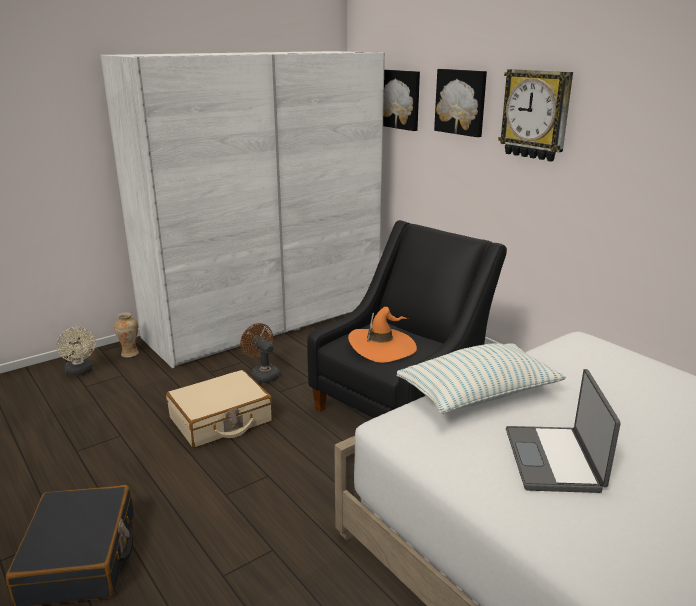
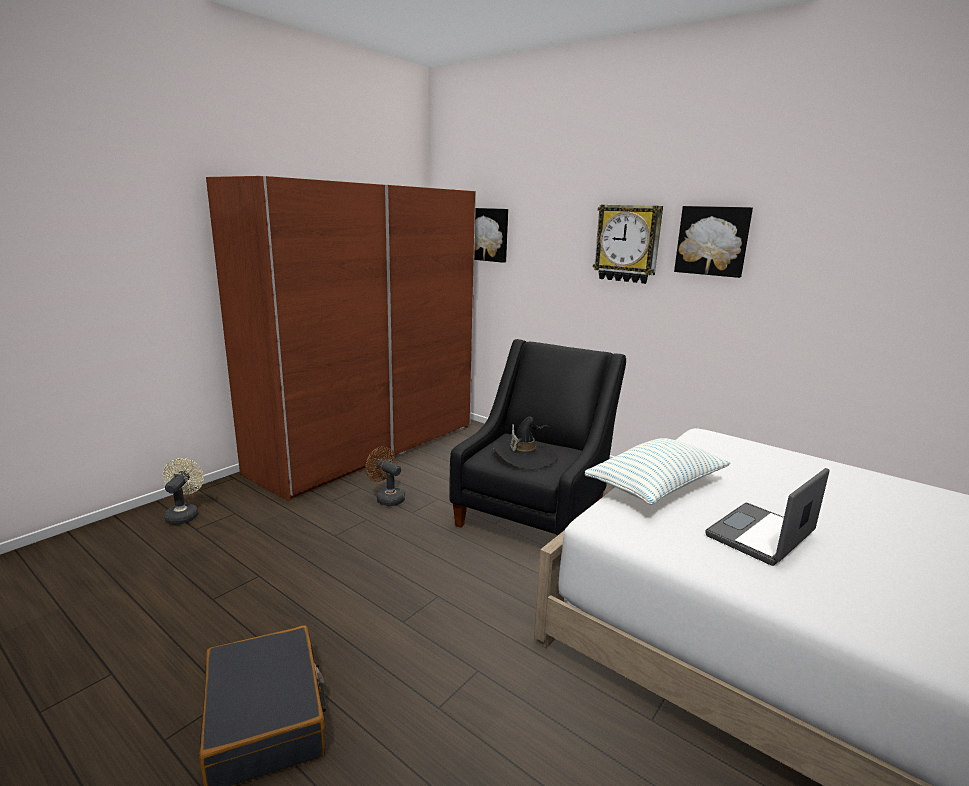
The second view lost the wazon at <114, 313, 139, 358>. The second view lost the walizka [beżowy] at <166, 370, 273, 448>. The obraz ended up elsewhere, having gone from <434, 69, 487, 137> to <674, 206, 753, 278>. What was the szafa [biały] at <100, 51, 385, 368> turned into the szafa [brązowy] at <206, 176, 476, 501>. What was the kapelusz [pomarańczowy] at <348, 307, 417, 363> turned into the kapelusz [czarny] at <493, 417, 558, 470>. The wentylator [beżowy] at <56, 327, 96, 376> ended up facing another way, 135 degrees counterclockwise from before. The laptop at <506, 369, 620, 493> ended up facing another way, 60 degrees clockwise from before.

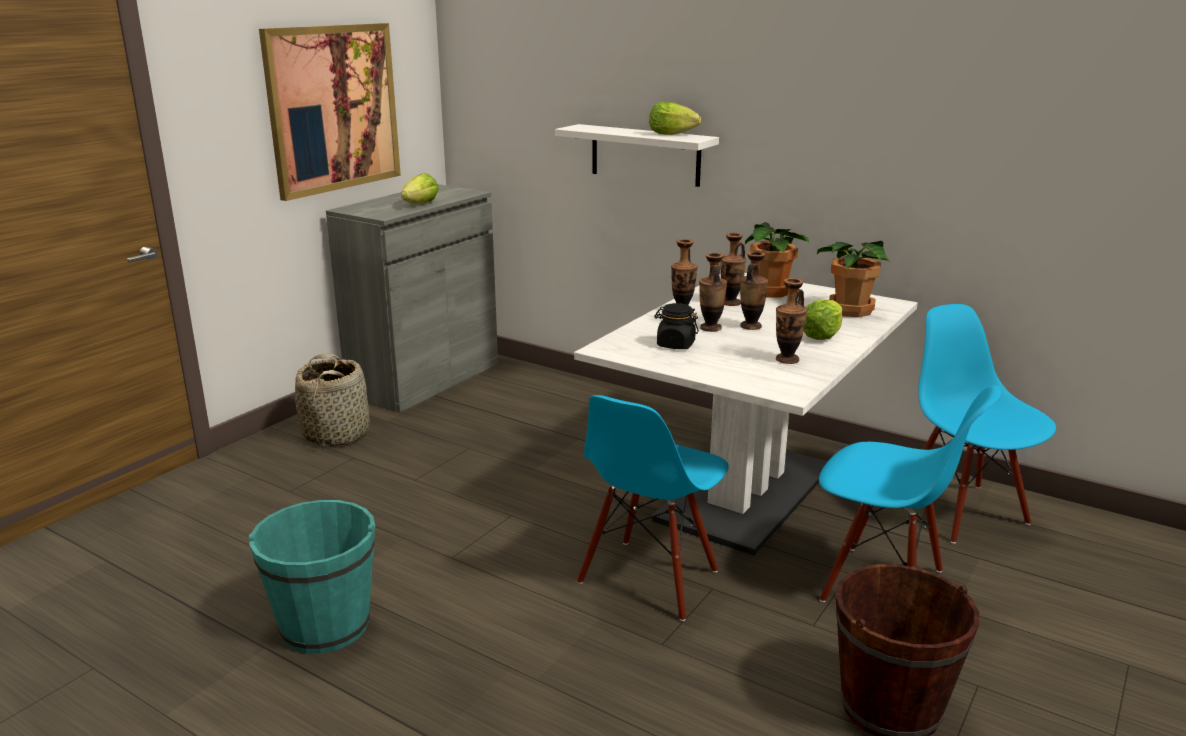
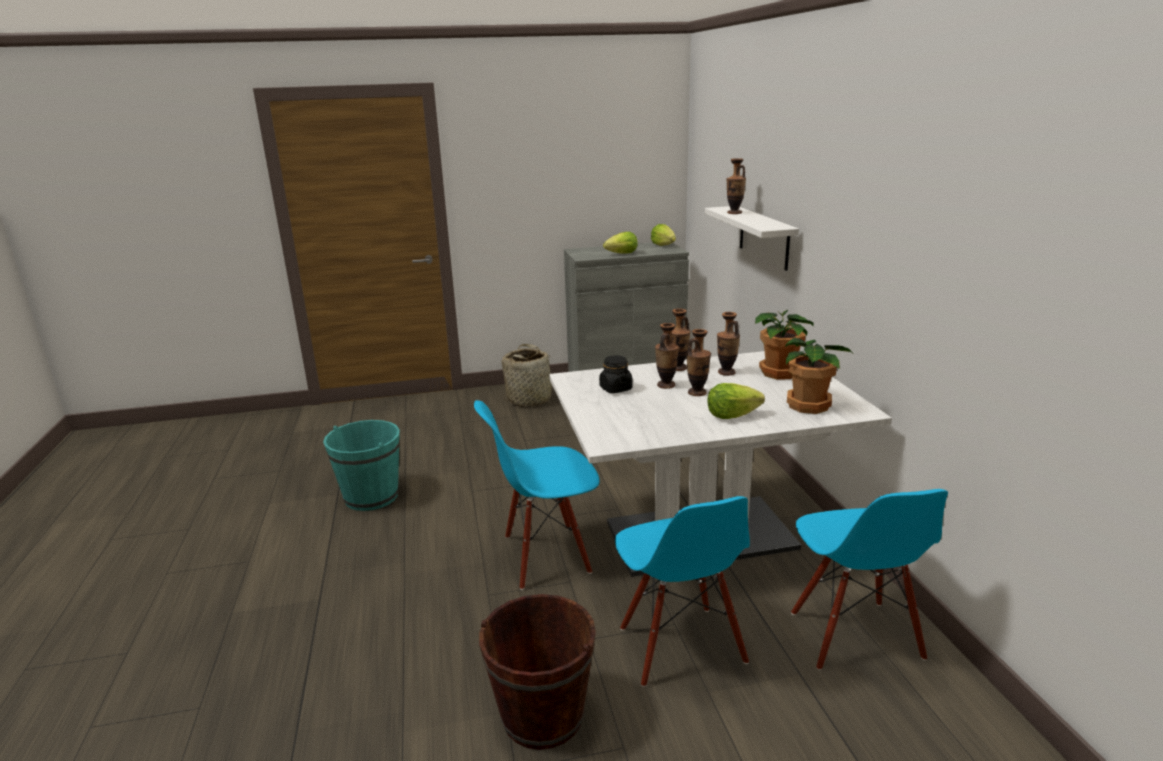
The second view lost the obraz at <259, 23, 401, 201>. The sałata ended up elsewhere, having gone from <649, 102, 701, 135> to <651, 224, 676, 246>. The wazon ended up elsewhere, having gone from <776, 278, 807, 364> to <726, 158, 746, 214>. The krzesło [niebieski] at <918, 304, 1056, 544> ended up facing another way, 150 degrees clockwise from before.

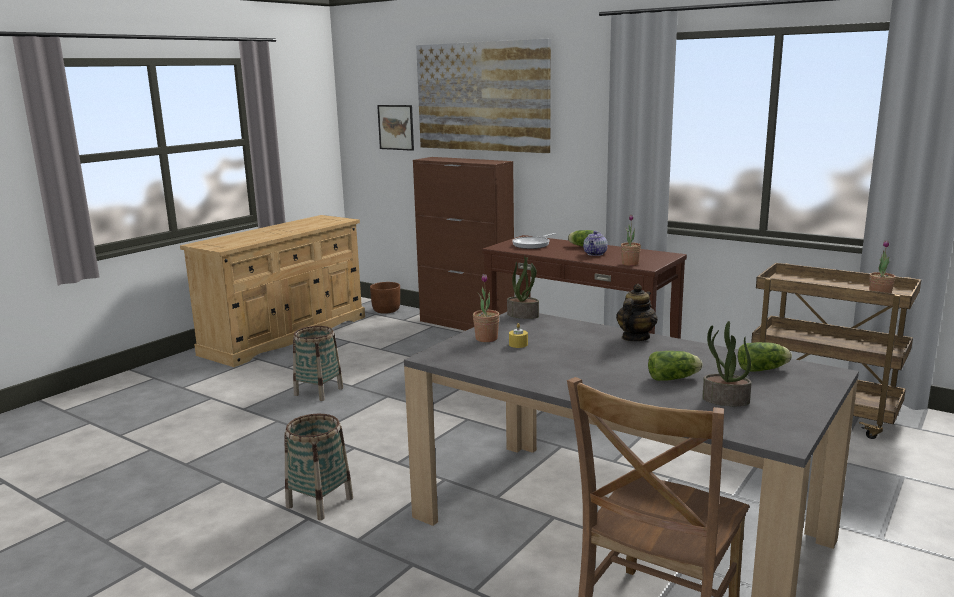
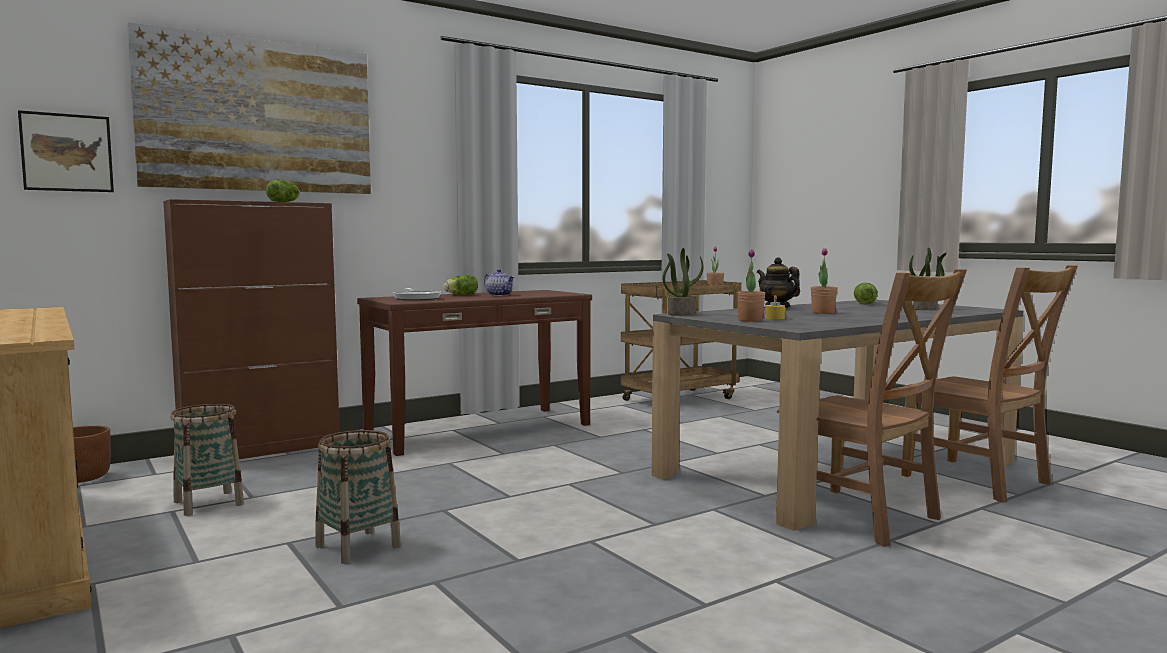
The second view gained the krzesło [brązowy] at <776, 269, 967, 547>. The koszyk ended up elsewhere, having gone from <285, 414, 353, 520> to <171, 404, 244, 516>. The roślina doniczkowa ended up elsewhere, having gone from <621, 215, 641, 266> to <811, 248, 837, 314>. The sałata ended up elsewhere, having gone from <648, 351, 703, 381> to <266, 180, 300, 202>.

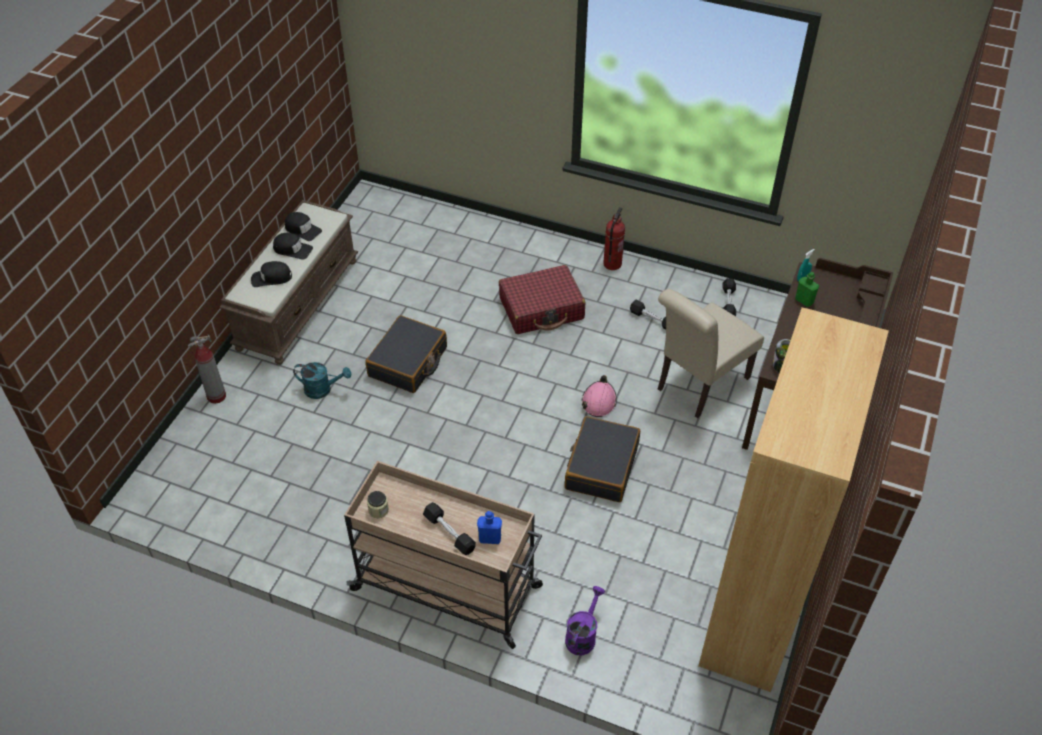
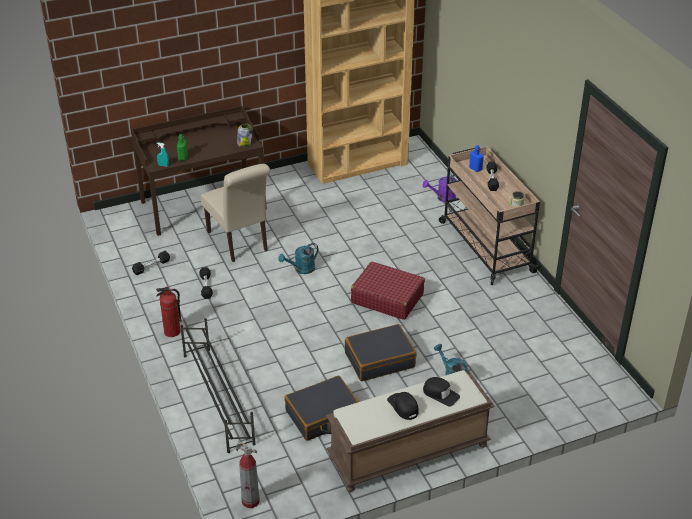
The second view lost the czapka z daszkiem [czarny] at <285, 212, 322, 241>. The second view gained the regał na buty [czarny] at <180, 318, 256, 453>. The gaśnica ended up elsewhere, having gone from <188, 335, 226, 404> to <236, 441, 260, 508>. The walizka [czerwony] ended up elsewhere, having gone from <499, 265, 585, 334> to <351, 262, 425, 320>. The walizka [czarny] ended up elsewhere, having gone from <565, 416, 640, 502> to <284, 376, 359, 441>. Where the kask [różowy] stood at <582, 375, 617, 417>, the konewka [turkusowy] came to stand at <278, 243, 319, 274>. The krzesło [beżowy] at <658, 289, 764, 418> ended up facing another way, 60 degrees clockwise from before.

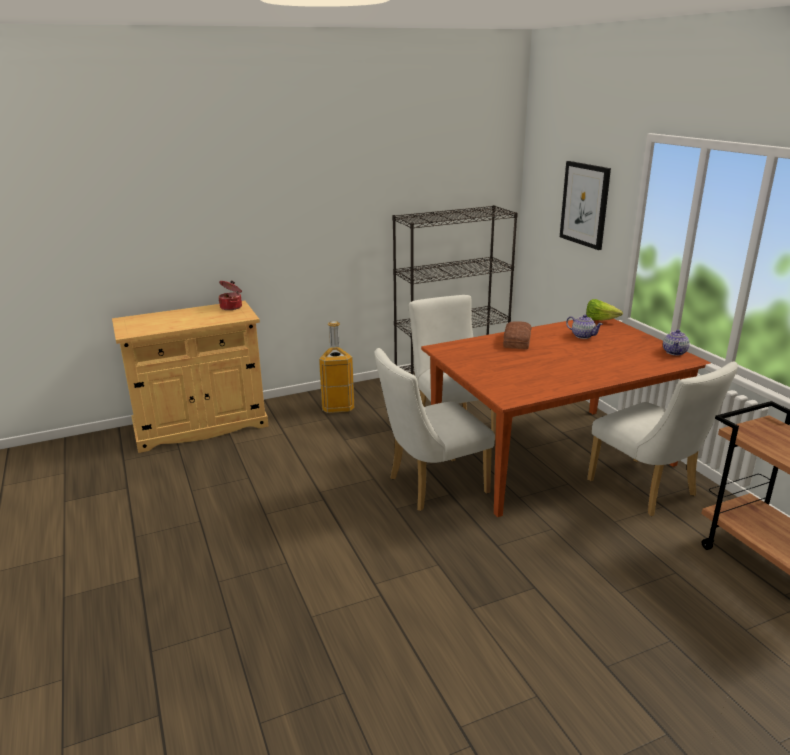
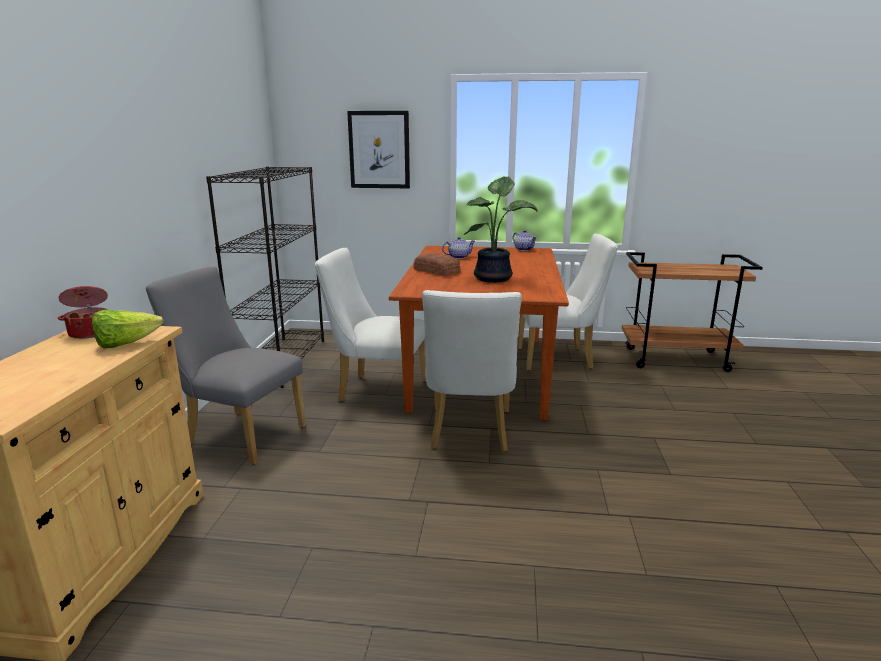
The second view gained the roślina doniczkowa at <464, 176, 537, 283>. The sałata ended up elsewhere, having gone from <586, 299, 623, 320> to <92, 310, 163, 349>. Where the kosz na śmieci stood at <319, 321, 354, 413>, the krzesło [szary] came to stand at <146, 266, 306, 465>.

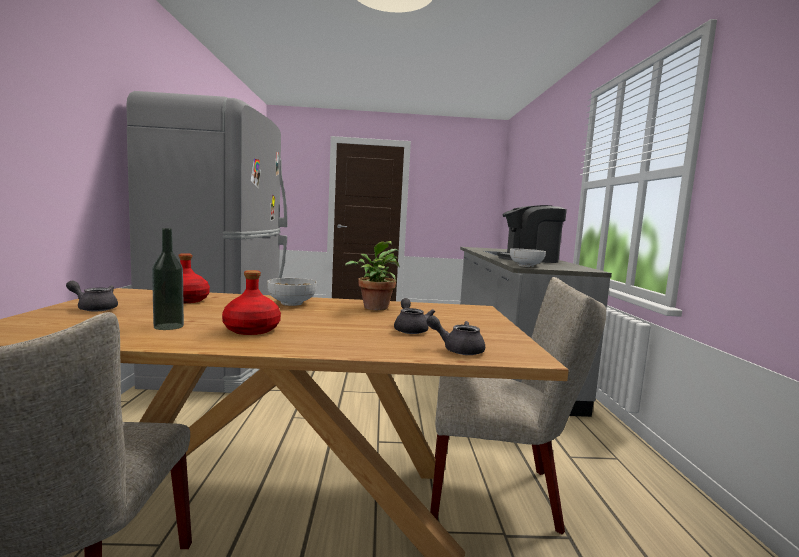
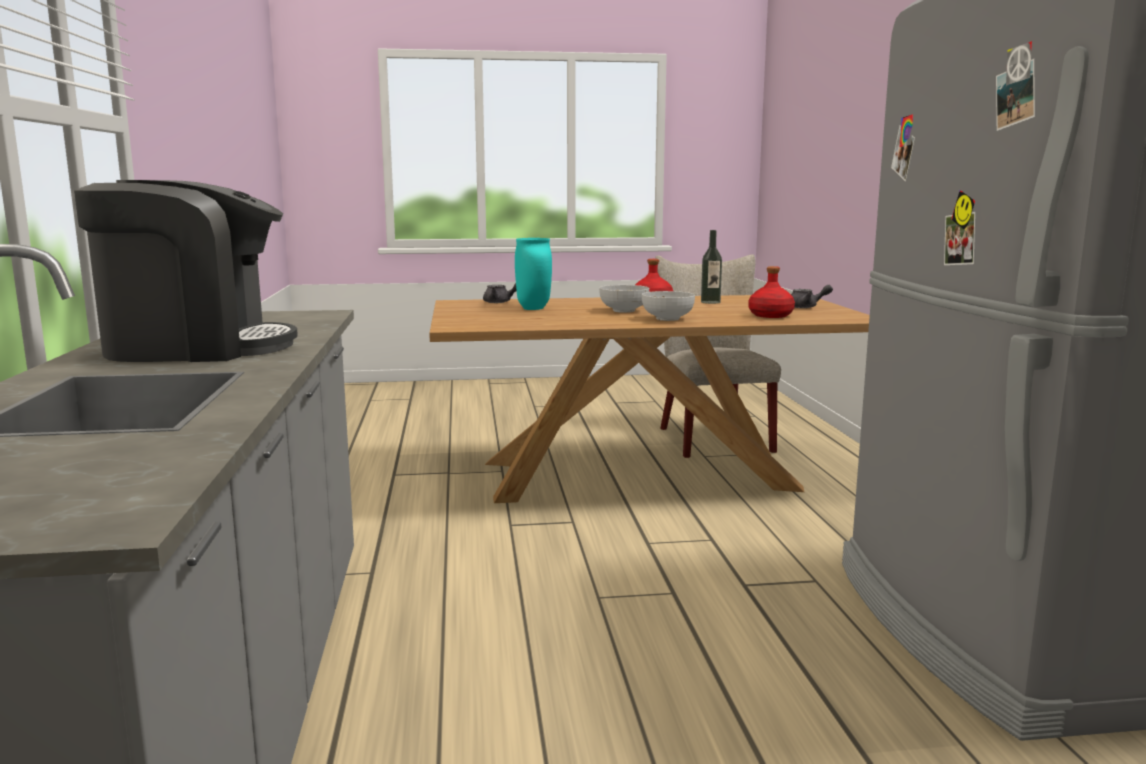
The second view lost the roślina doniczkowa at <345, 241, 399, 310>. The second view lost the krzesło [beżowy] at <430, 277, 606, 534>. The miska ended up elsewhere, having gone from <510, 249, 546, 267> to <599, 285, 649, 313>. Where the imbryk [szary] stood at <394, 298, 435, 334>, the wazon [turkusowy] came to stand at <515, 238, 552, 310>.

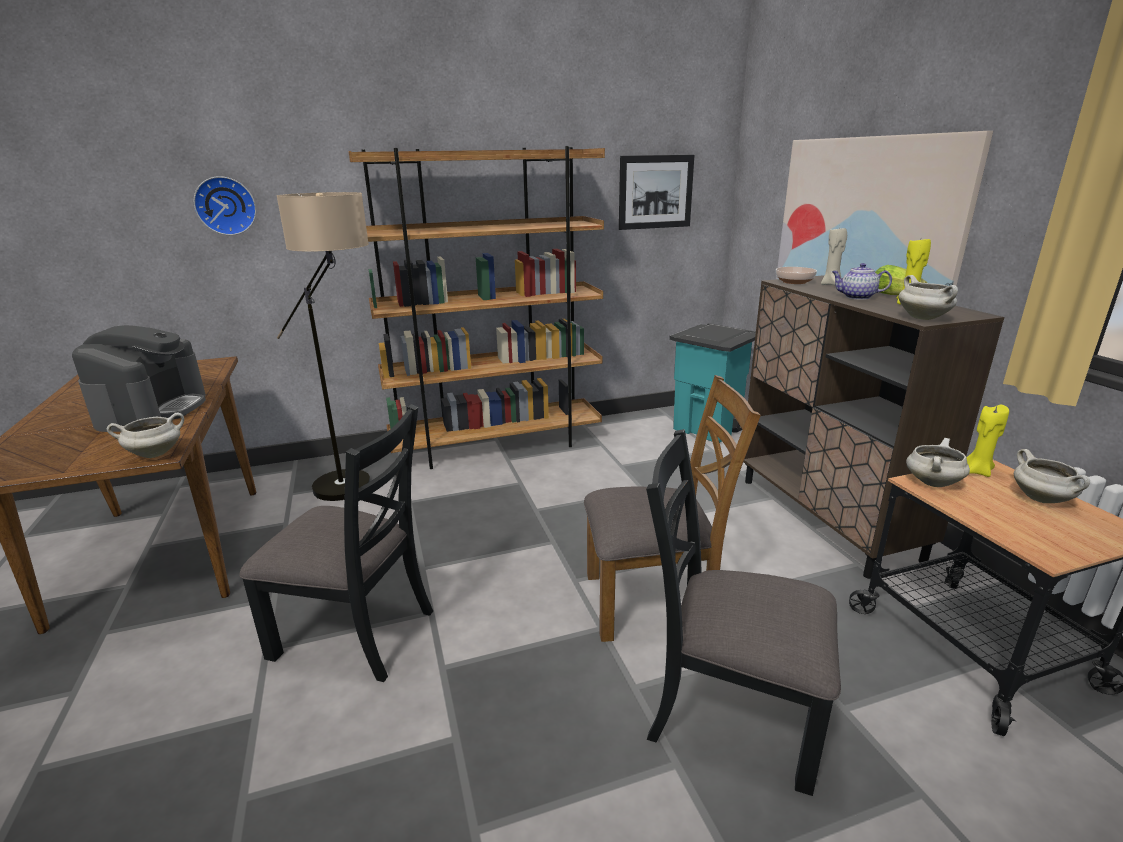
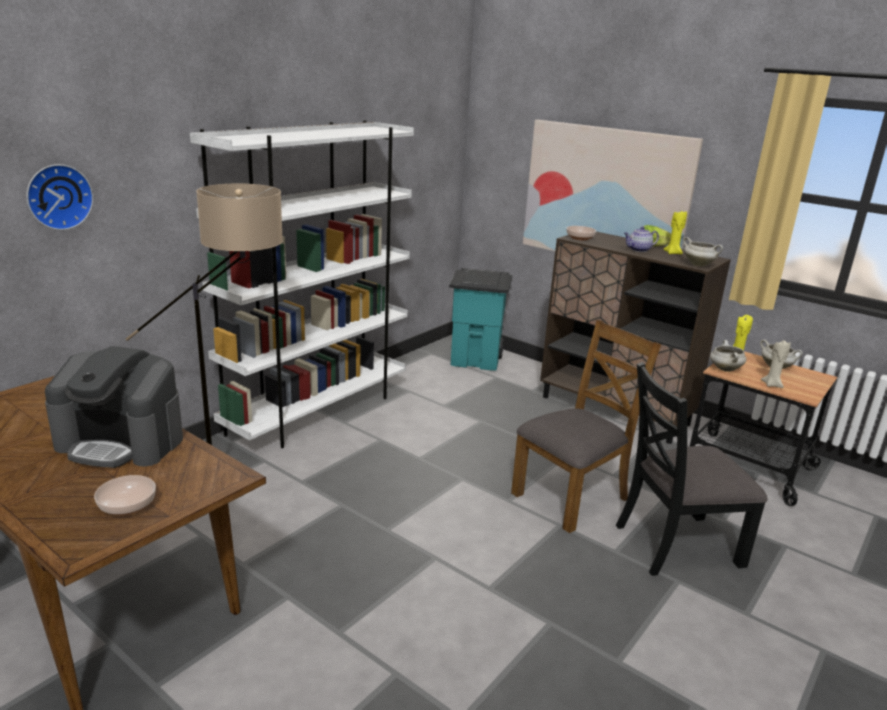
The second view lost the garnek [biały] at <107, 413, 184, 458>. The second view lost the krzesło [czarny] at <240, 404, 433, 682>. The second view lost the obraz at <619, 155, 695, 230>. The second view gained the miska at <94, 475, 156, 515>. The świeca [beżowy] ended up elsewhere, having gone from <821, 226, 847, 286> to <761, 339, 791, 388>. What was the regał [brązowy] at <348, 146, 605, 469> turned into the regał [biały] at <190, 120, 414, 448>. The ekspres do kawy at <72, 325, 206, 432> ended up facing another way, 135 degrees clockwise from before.

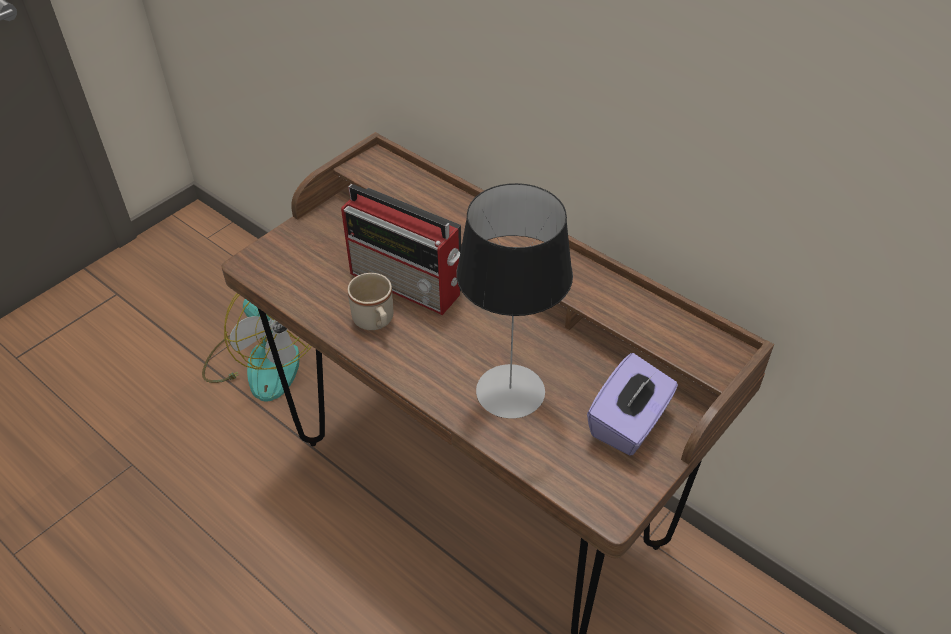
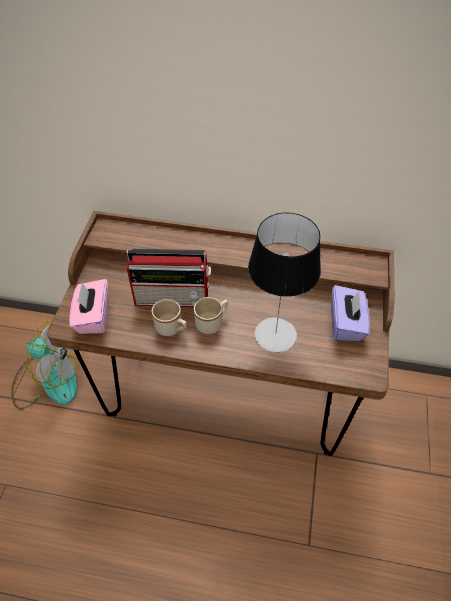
The second view gained the pudełko chusteczek [różowy] at <69, 279, 109, 334>. The second view gained the kubek [beżowy] at <194, 297, 228, 334>.

